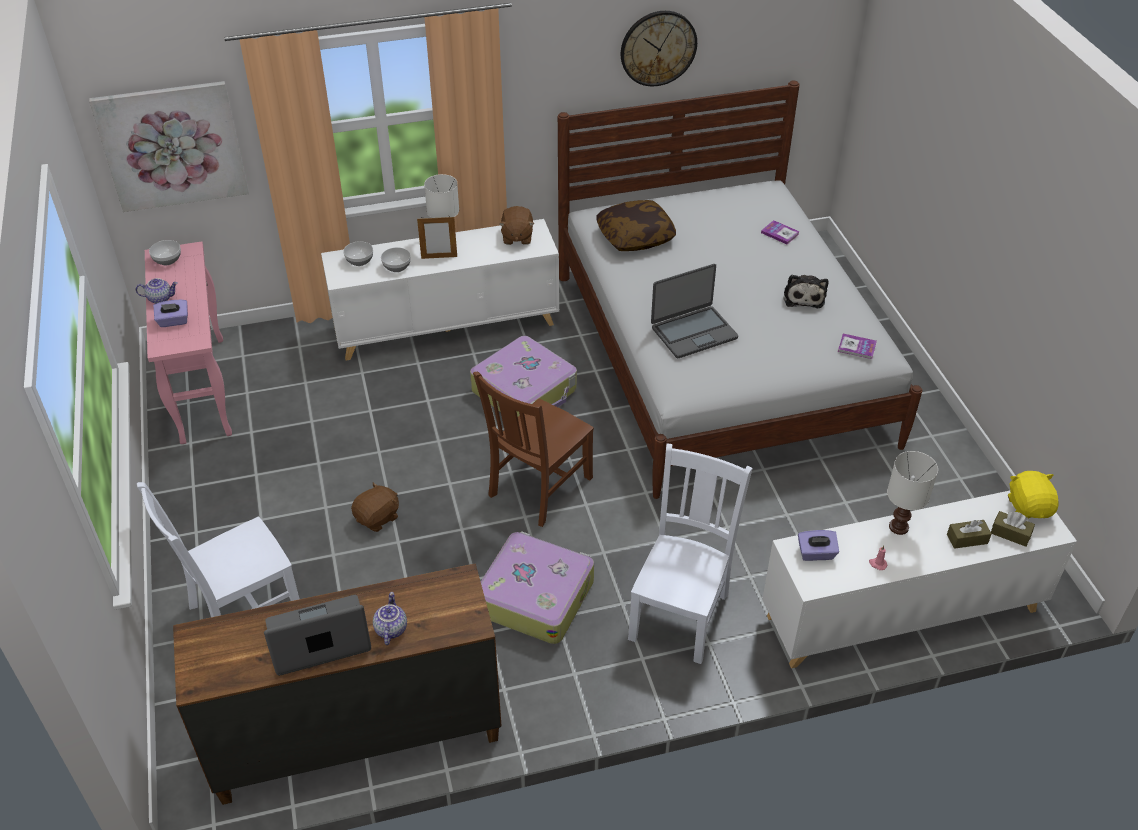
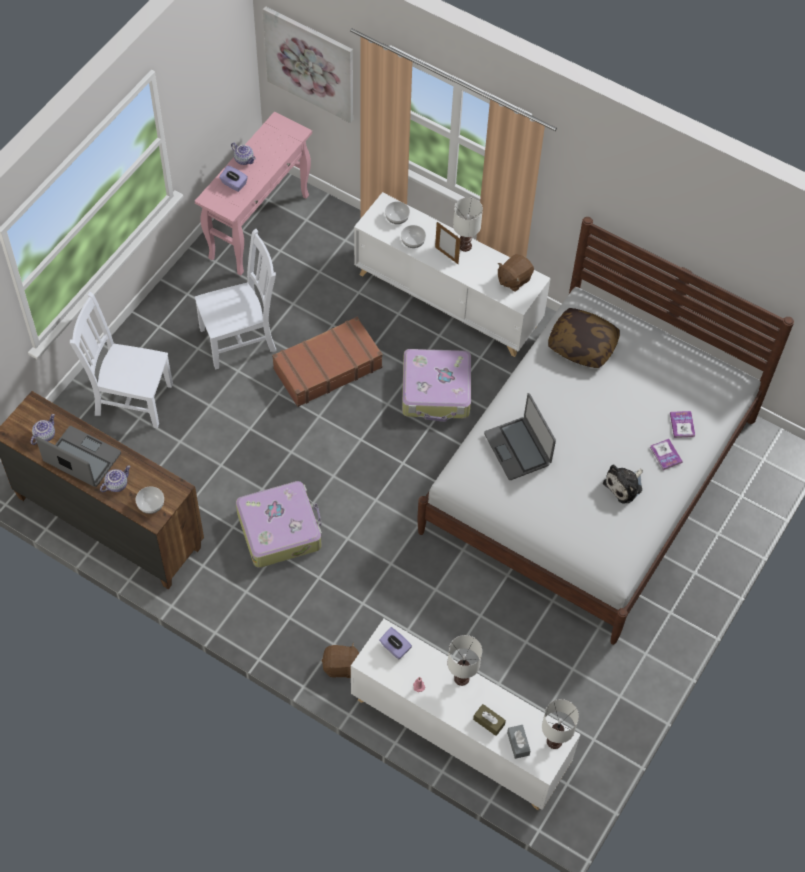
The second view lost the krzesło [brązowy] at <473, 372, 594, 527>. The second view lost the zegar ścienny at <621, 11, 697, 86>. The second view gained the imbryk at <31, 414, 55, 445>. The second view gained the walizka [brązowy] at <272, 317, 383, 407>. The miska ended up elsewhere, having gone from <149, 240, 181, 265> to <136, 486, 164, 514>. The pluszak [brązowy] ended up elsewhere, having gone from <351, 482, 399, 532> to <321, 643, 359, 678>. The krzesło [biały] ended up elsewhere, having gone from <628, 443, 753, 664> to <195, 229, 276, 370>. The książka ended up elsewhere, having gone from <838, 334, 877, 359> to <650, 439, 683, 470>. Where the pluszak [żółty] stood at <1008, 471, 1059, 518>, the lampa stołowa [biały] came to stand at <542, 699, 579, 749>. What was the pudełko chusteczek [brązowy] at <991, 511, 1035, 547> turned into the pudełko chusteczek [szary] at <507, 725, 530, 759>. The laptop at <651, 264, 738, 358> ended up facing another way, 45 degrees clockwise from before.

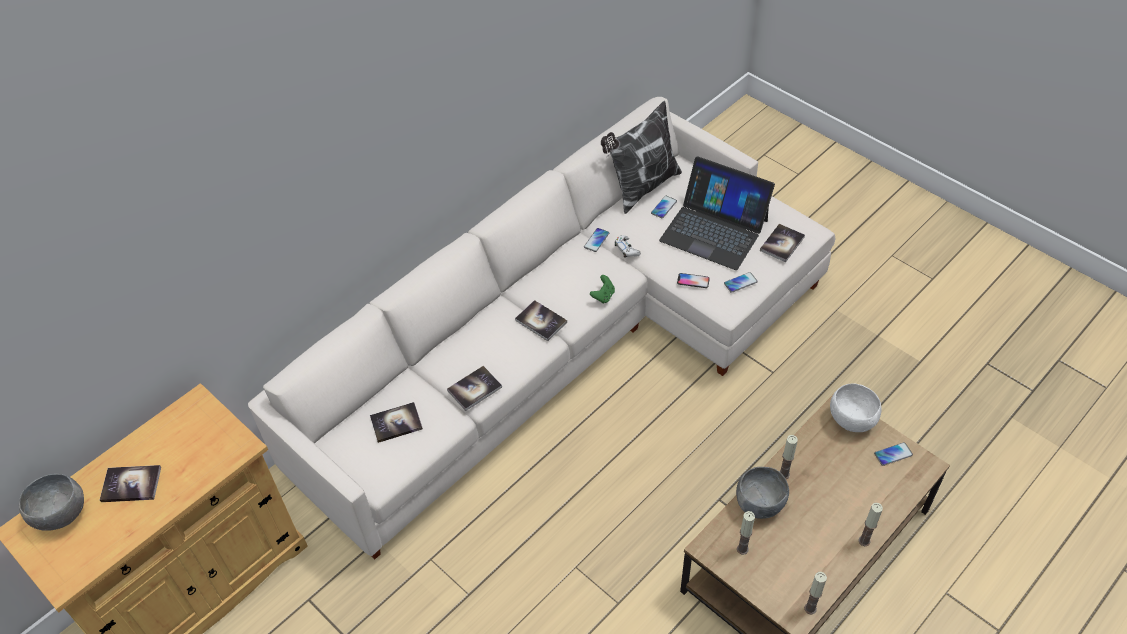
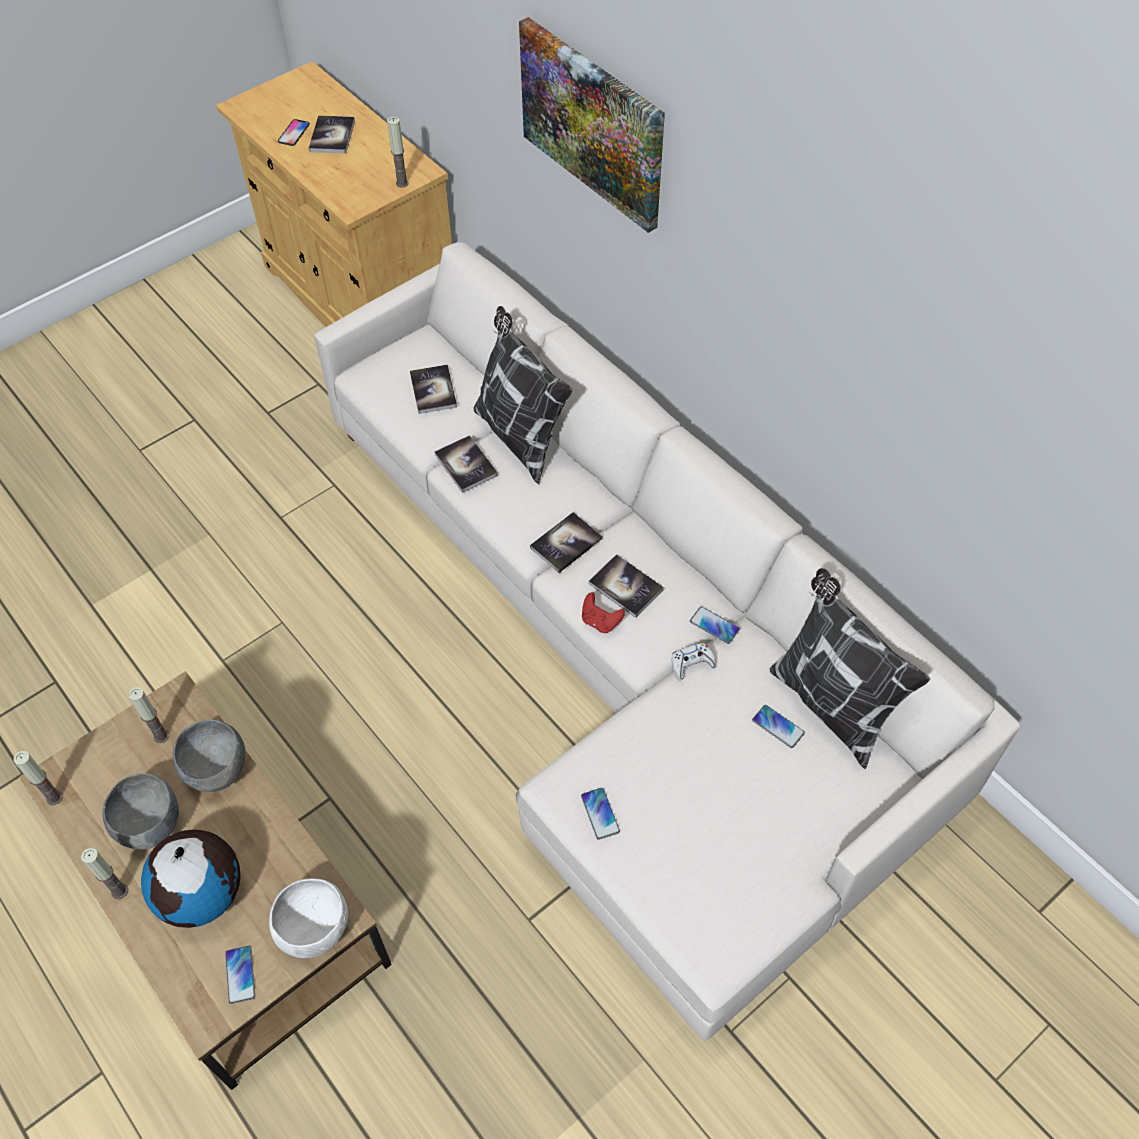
The second view lost the laptop at <659, 156, 775, 270>. The second view gained the globus at <141, 830, 240, 928>. The second view gained the poduszka at <473, 306, 573, 485>. The second view gained the obraz at <519, 17, 665, 233>. The miska [szary] ended up elsewhere, having gone from <19, 474, 84, 531> to <102, 773, 179, 850>. The telefon ended up elsewhere, having gone from <677, 273, 710, 288> to <278, 119, 310, 146>. The książka ended up elsewhere, having gone from <760, 224, 805, 262> to <589, 554, 664, 618>. The świeca ended up elsewhere, having gone from <779, 435, 798, 479> to <387, 117, 409, 188>. What was the pad do gier [zielony] at <590, 275, 615, 304> turned into the pad do gier [czerwony] at <582, 592, 625, 633>.

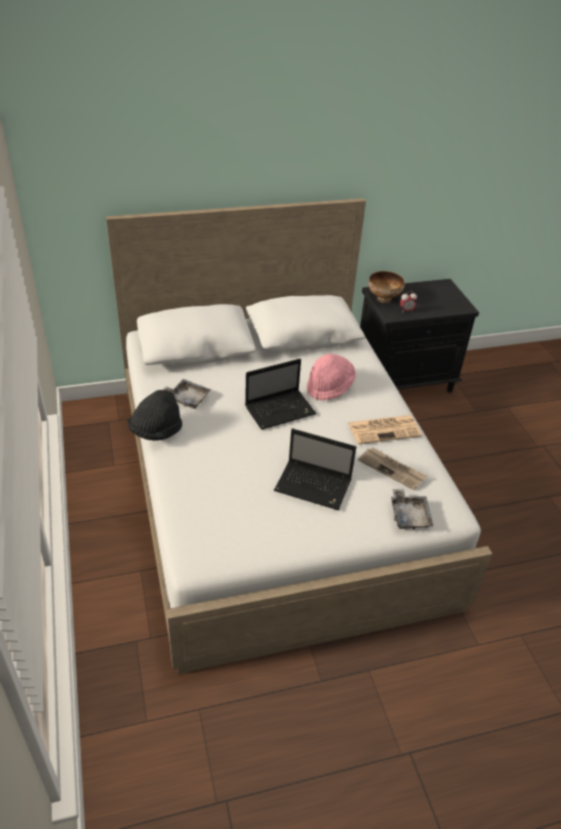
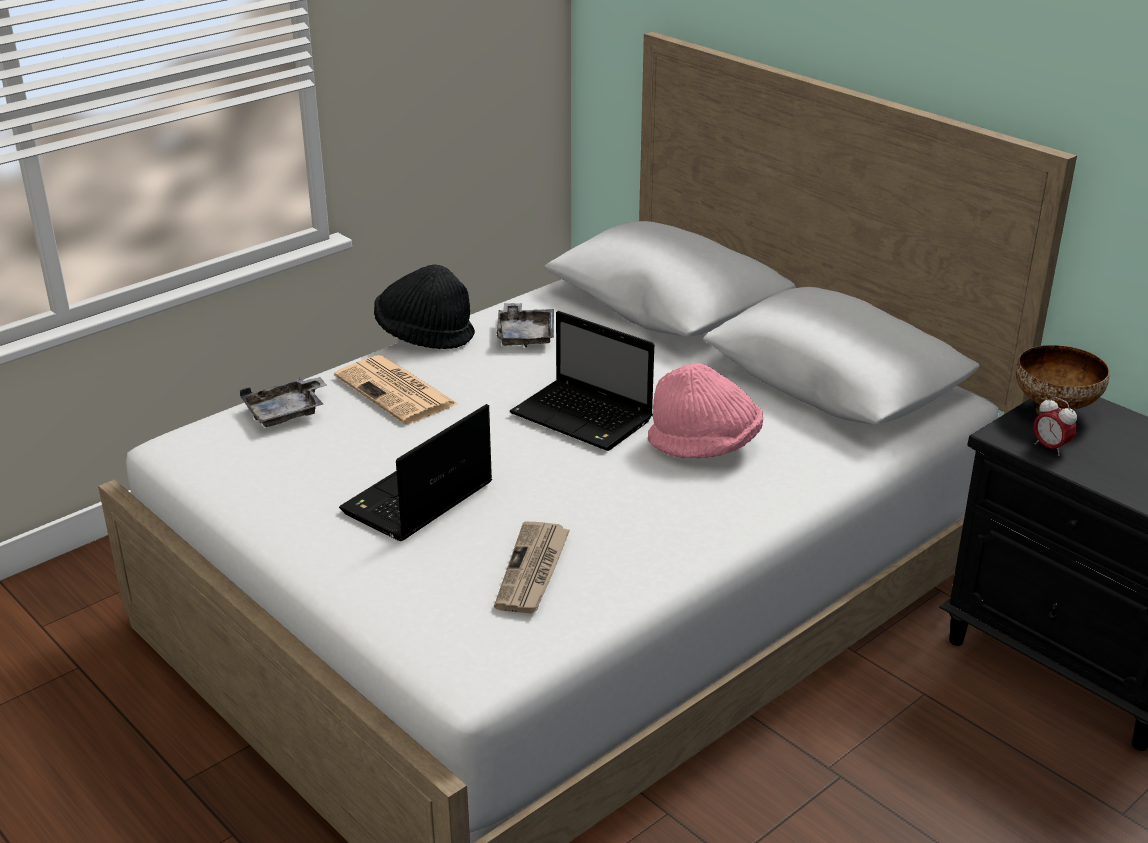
The gazeta ended up elsewhere, having gone from <348, 415, 422, 444> to <334, 355, 458, 424>. The taca [szary] ended up elsewhere, having gone from <391, 489, 433, 530> to <240, 377, 327, 427>. The laptop at <274, 428, 356, 510> ended up facing another way, 45 degrees clockwise from before.

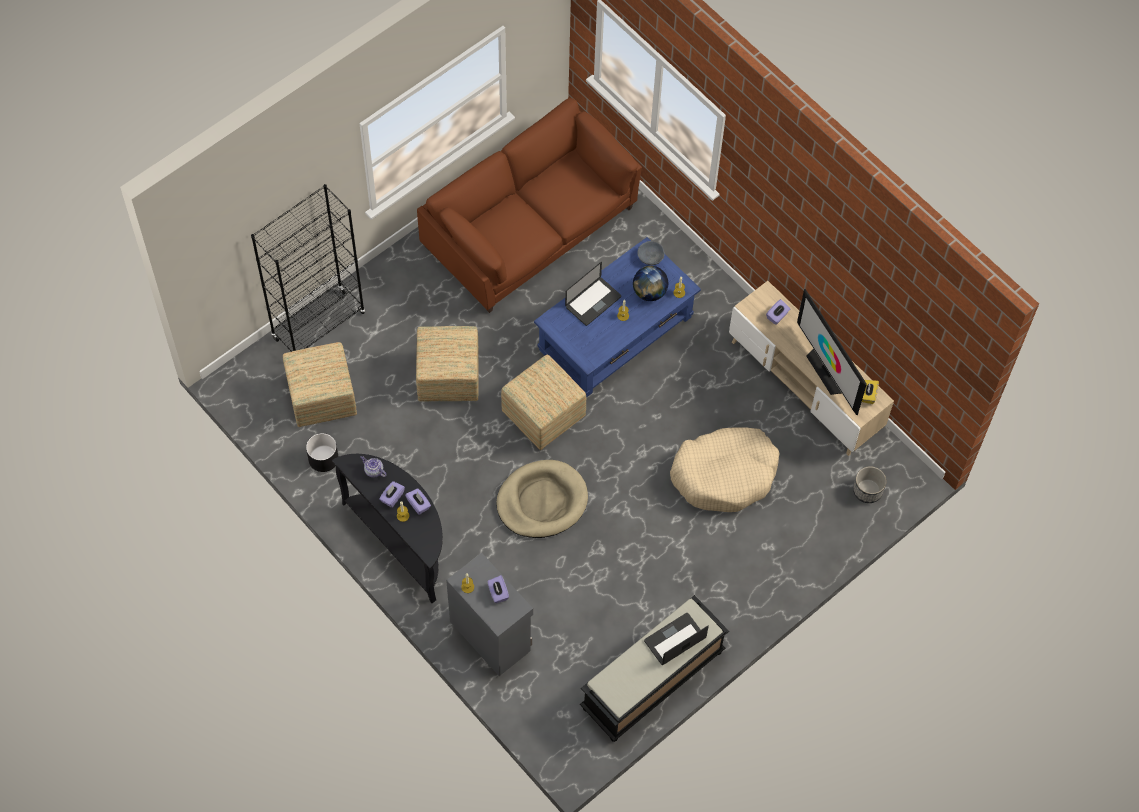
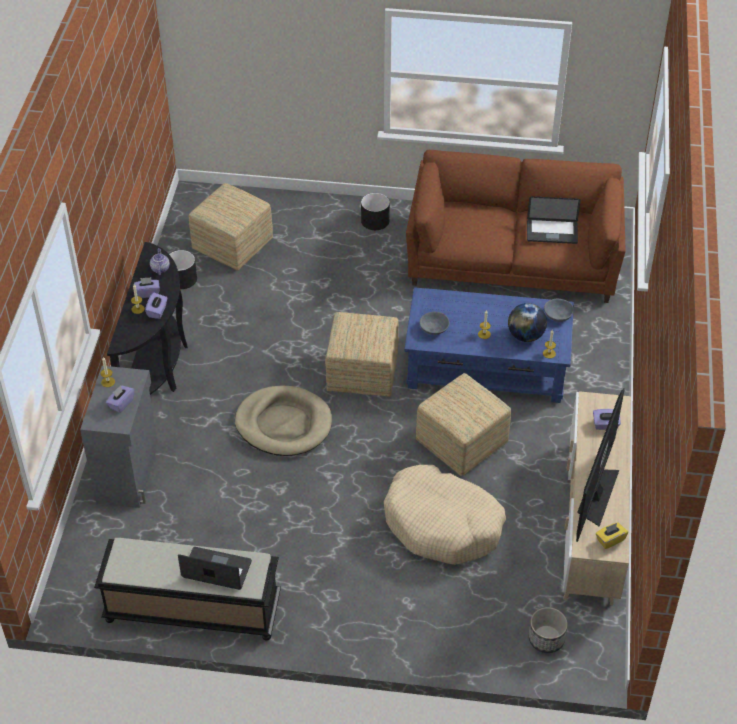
The second view lost the regał [czarny] at <251, 184, 365, 352>. The second view gained the donica [czarny] at <361, 193, 390, 230>. The second view gained the miska [szary] at <420, 312, 449, 335>. The pufa ended up elsewhere, having gone from <416, 326, 479, 402> to <416, 373, 511, 476>. The laptop ended up elsewhere, having gone from <565, 262, 621, 326> to <527, 196, 581, 244>.

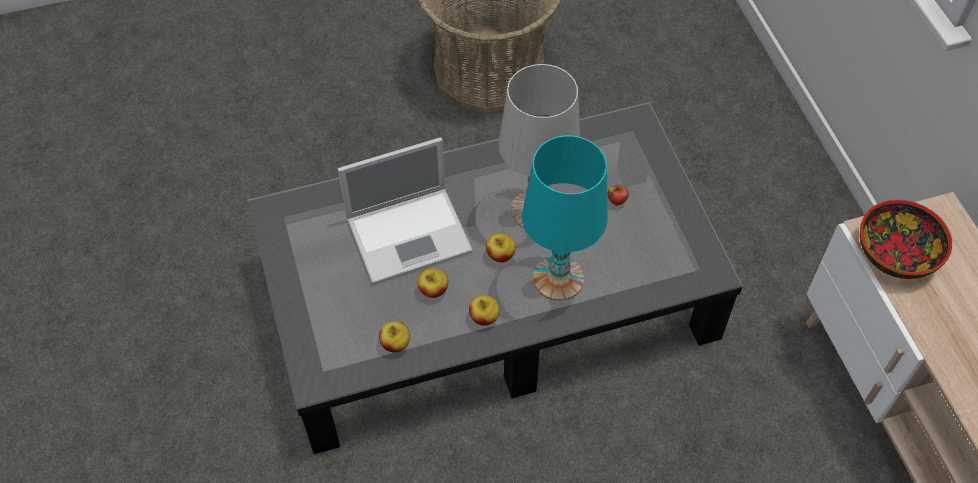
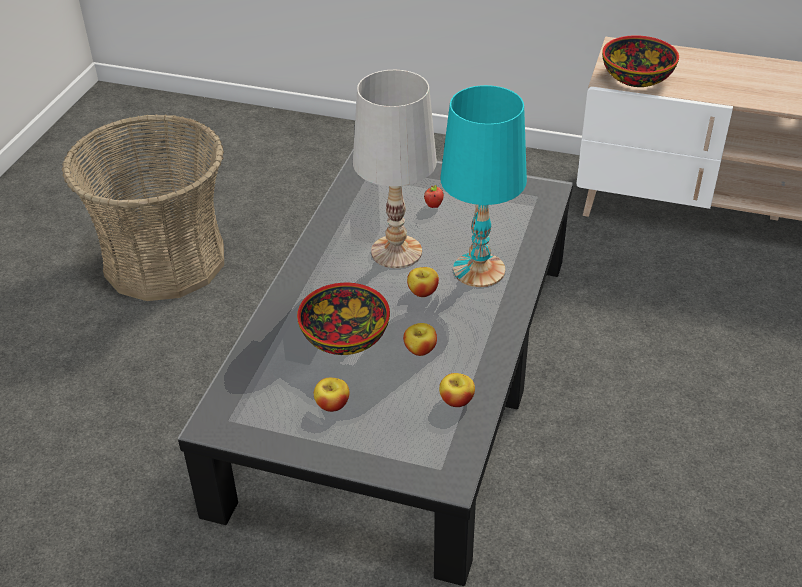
The jabłko ended up elsewhere, having gone from <469, 295, 500, 326> to <314, 378, 349, 412>. Where the laptop stood at <338, 137, 473, 284>, the miska came to stand at <297, 283, 390, 355>.

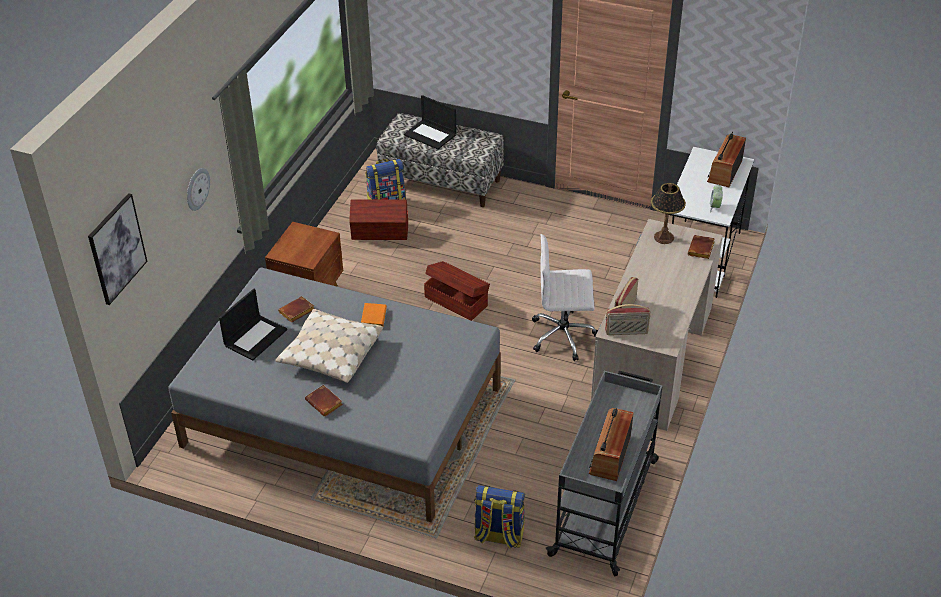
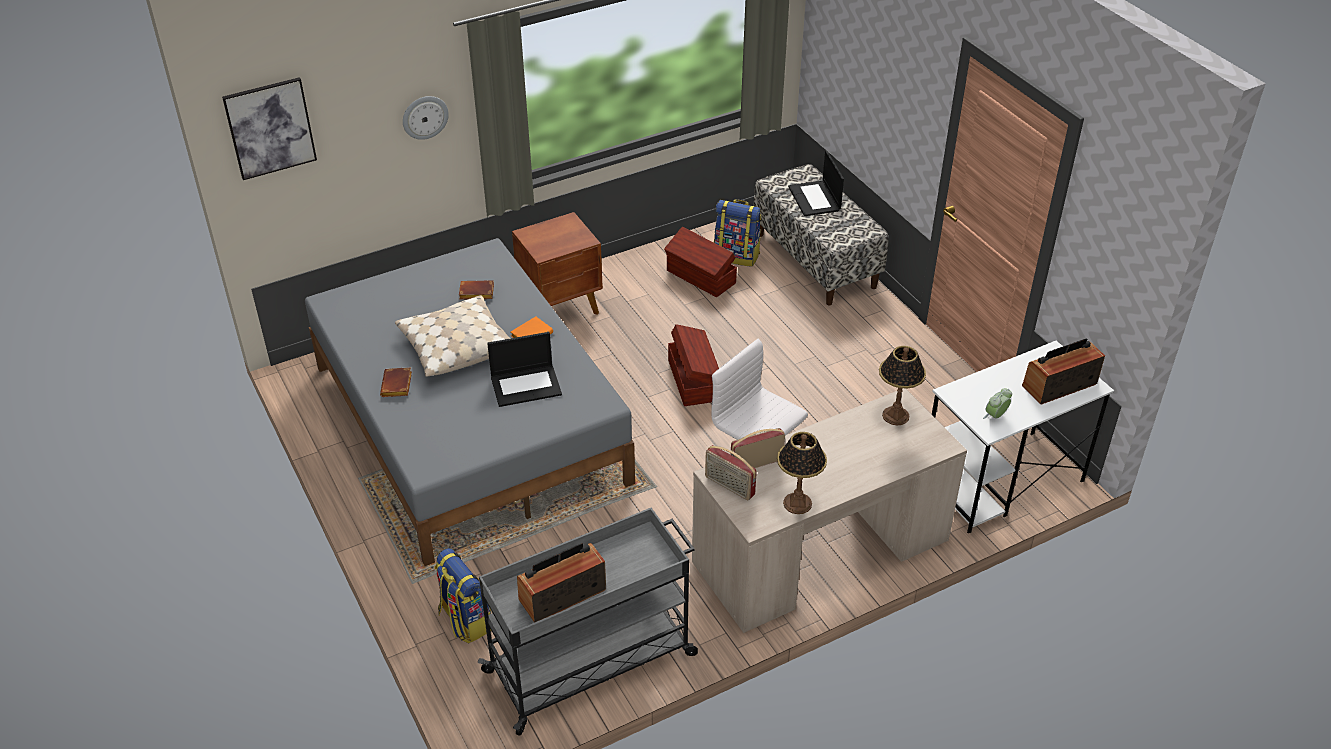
The second view lost the książka [brązowy] at <688, 235, 715, 259>. The second view gained the lampa stołowa at <777, 432, 827, 514>. The laptop ended up elsewhere, having gone from <219, 289, 287, 361> to <487, 332, 562, 407>.

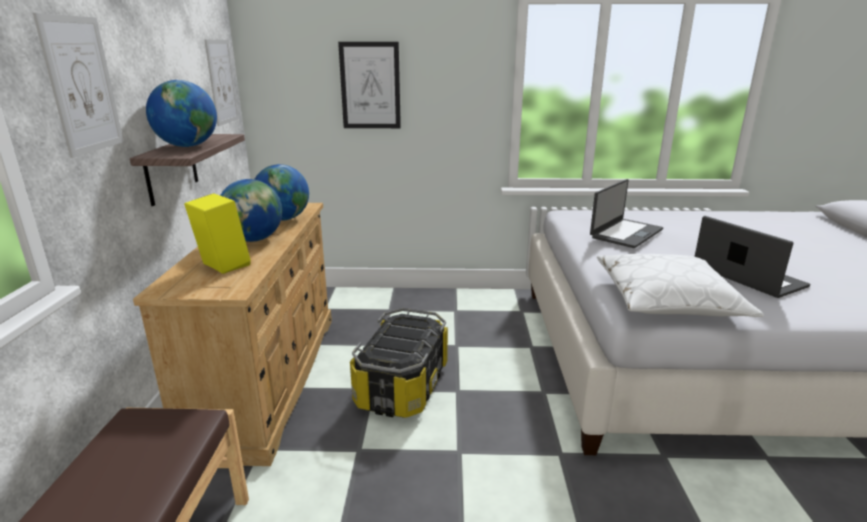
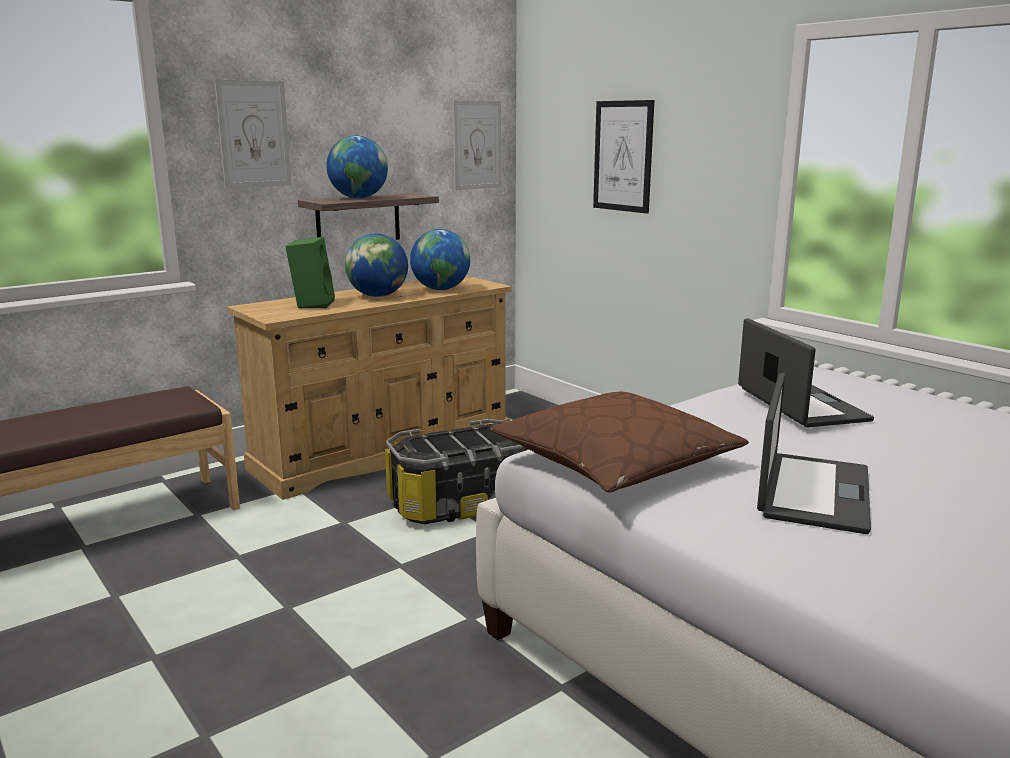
What was the głośnik [żółty] at <184, 193, 251, 274> turned into the głośnik [zielony] at <285, 237, 335, 309>. What was the poduszka [biały] at <597, 254, 764, 317> turned into the poduszka [brązowy] at <490, 392, 749, 493>. The laptop at <590, 179, 663, 248> ended up facing another way, 105 degrees counterclockwise from before.

